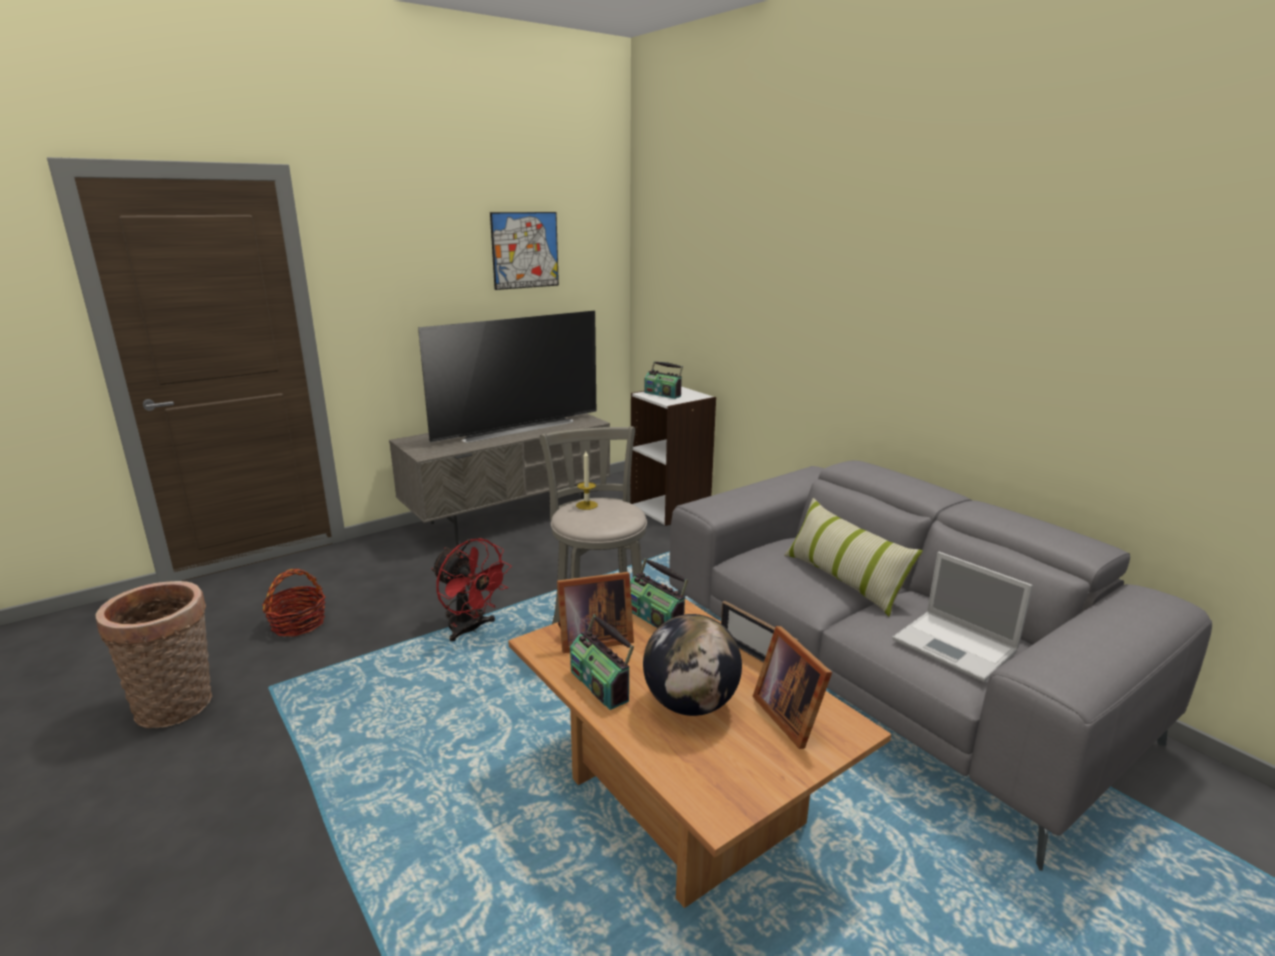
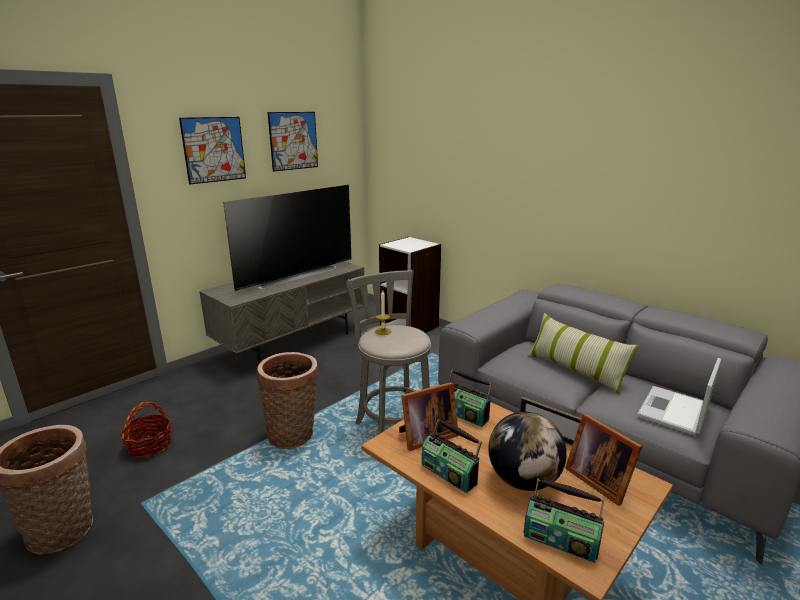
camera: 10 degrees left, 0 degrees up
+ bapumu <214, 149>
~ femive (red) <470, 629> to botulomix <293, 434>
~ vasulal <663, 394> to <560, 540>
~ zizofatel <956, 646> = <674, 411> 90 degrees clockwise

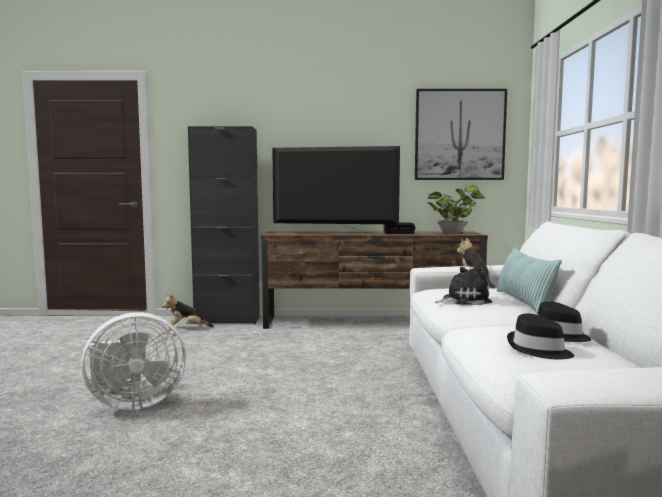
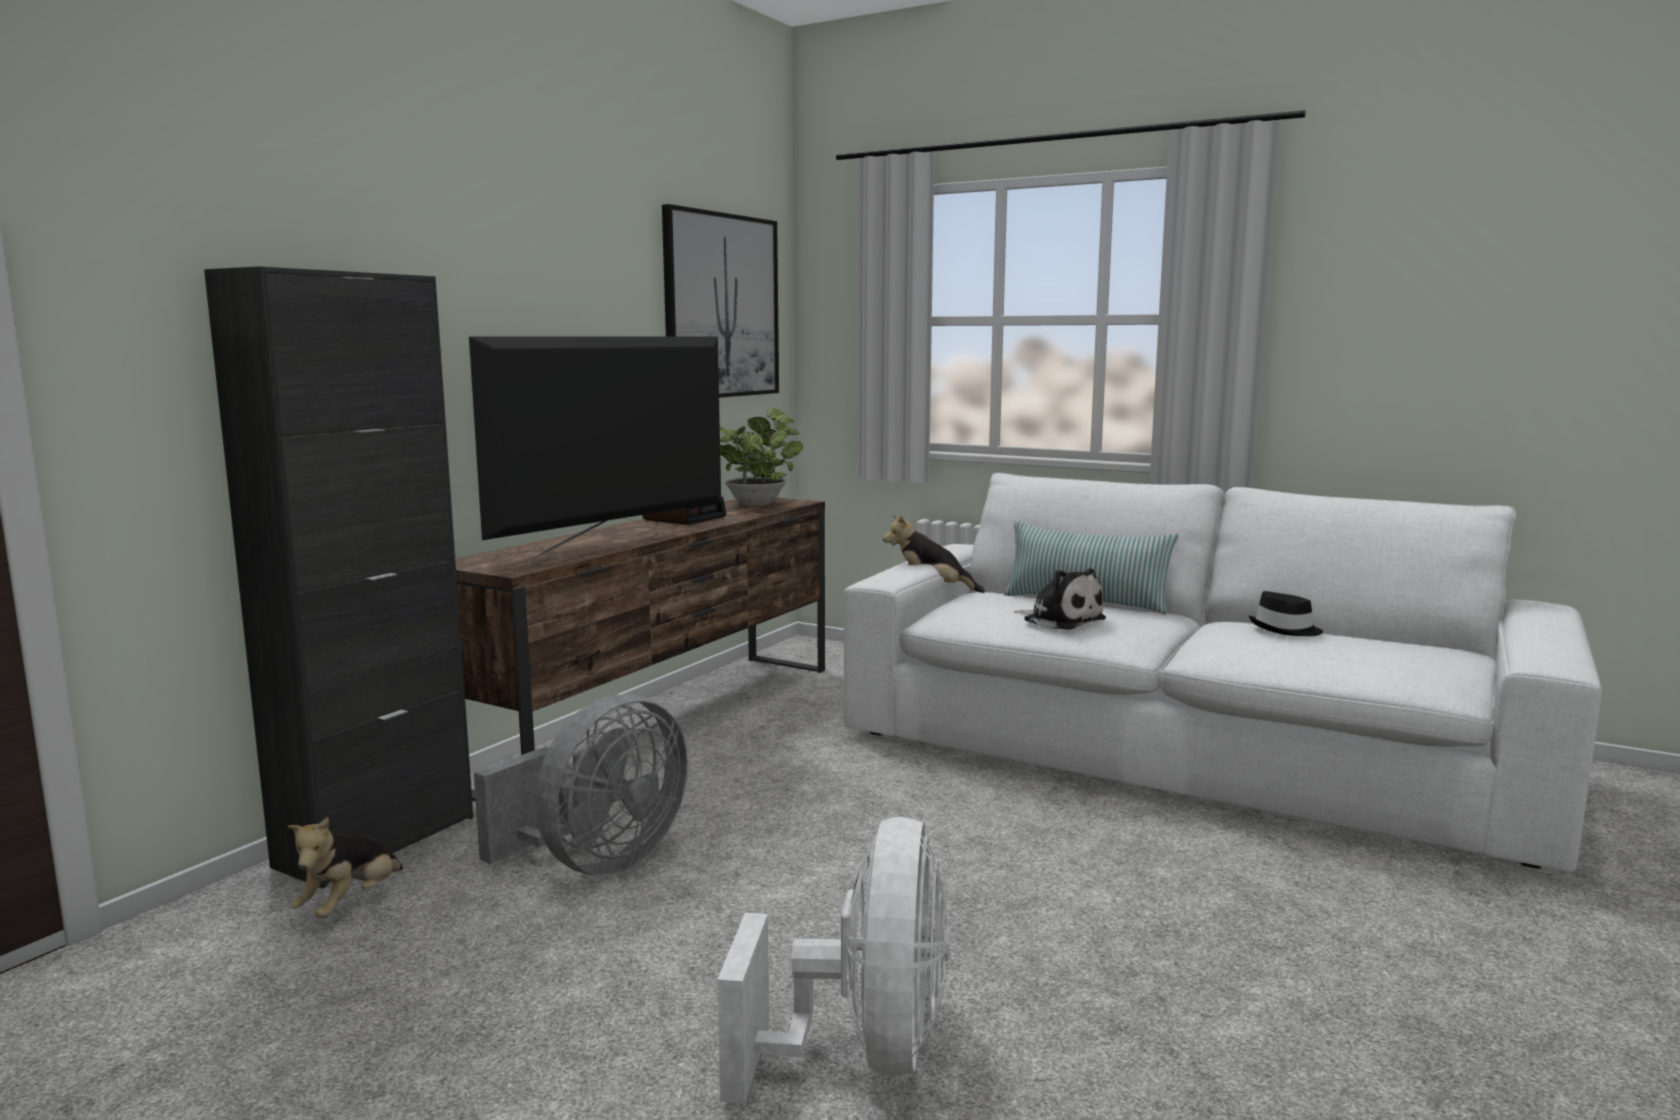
camera: 60 degrees left, 5 degrees up
+ femive (grey) <597, 863>
~ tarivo <463, 300> = <1060, 620> 120 degrees clockwise
- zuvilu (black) <538, 350>

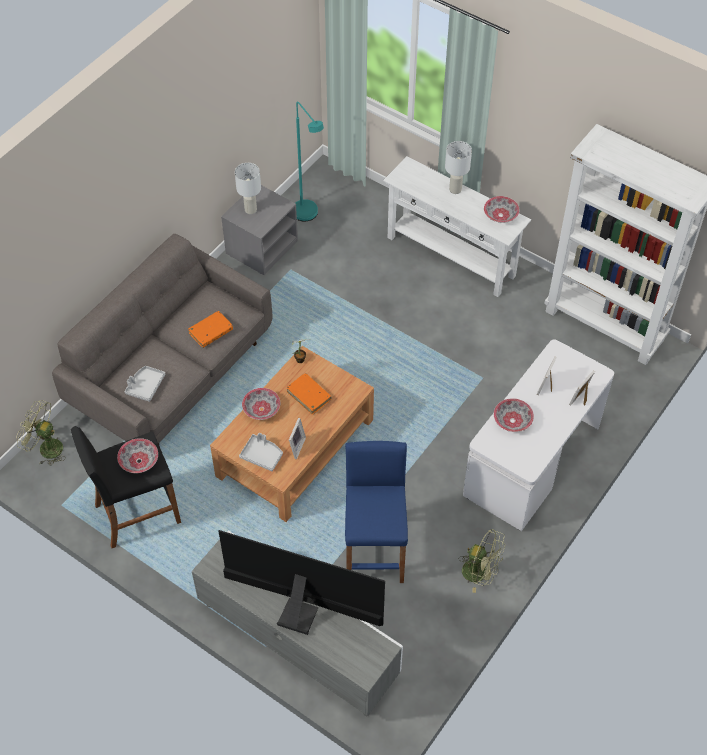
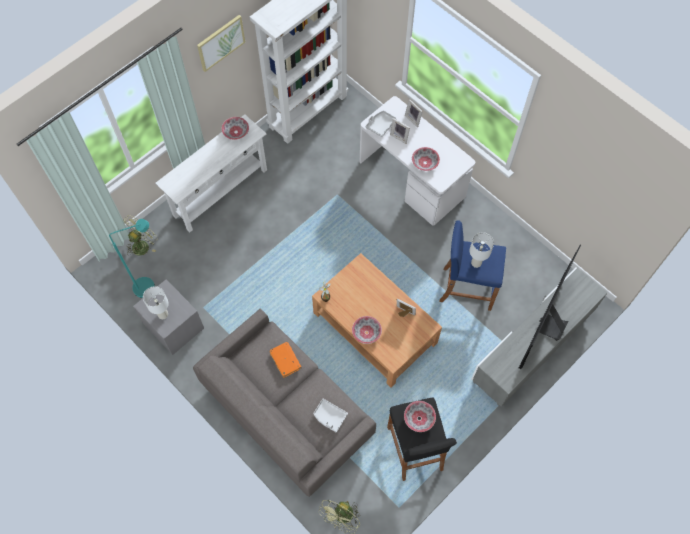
camera: 80 degrees left, 10 degrees up
~ femive (green) <480, 573> to <142, 244>
+ bapumu <220, 42>
~ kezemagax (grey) <262, 455> to <380, 125>
~ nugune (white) <455, 189> to <476, 263>
- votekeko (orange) <309, 396>

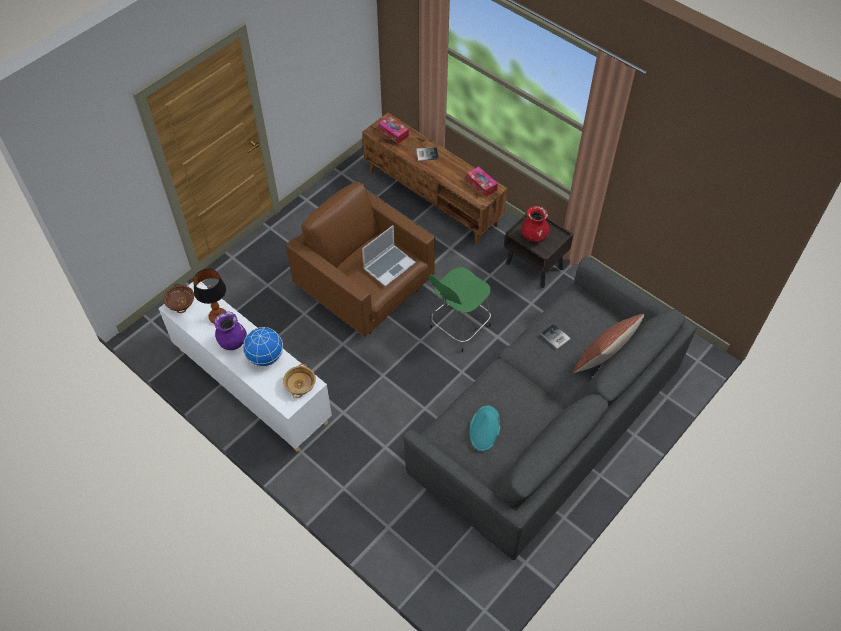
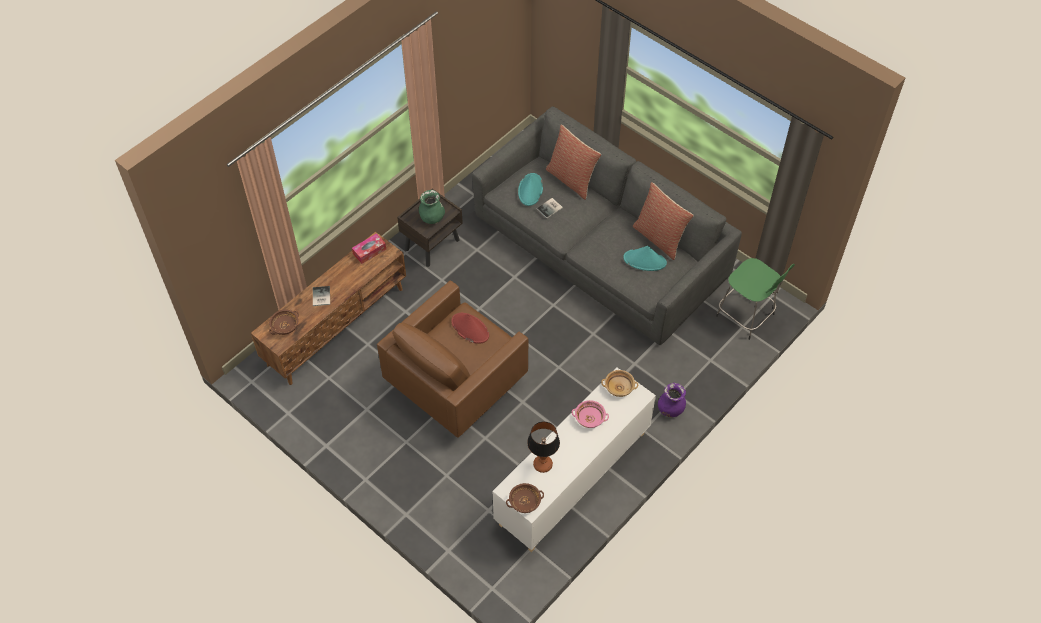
camera: 90 degrees left, 0 degrees up
~ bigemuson <393, 133> to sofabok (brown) <285, 326>
~ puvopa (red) <534, 236> to puvopa (green) <432, 218>
~ zizofatel <389, 265> to zuvilu (red) <470, 328>
+ zuvilu (turquoise) <530, 190>
~ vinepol <265, 357> to sofabok (pink) <590, 418>
+ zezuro <659, 238>
~ puvopa (purple) <232, 342> to <670, 409>
~ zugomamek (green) <458, 328> to <746, 316>

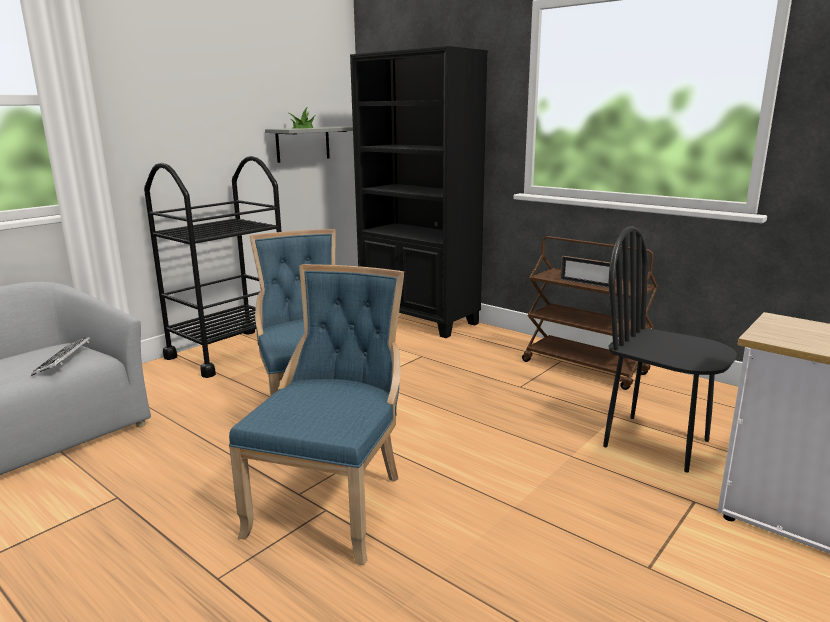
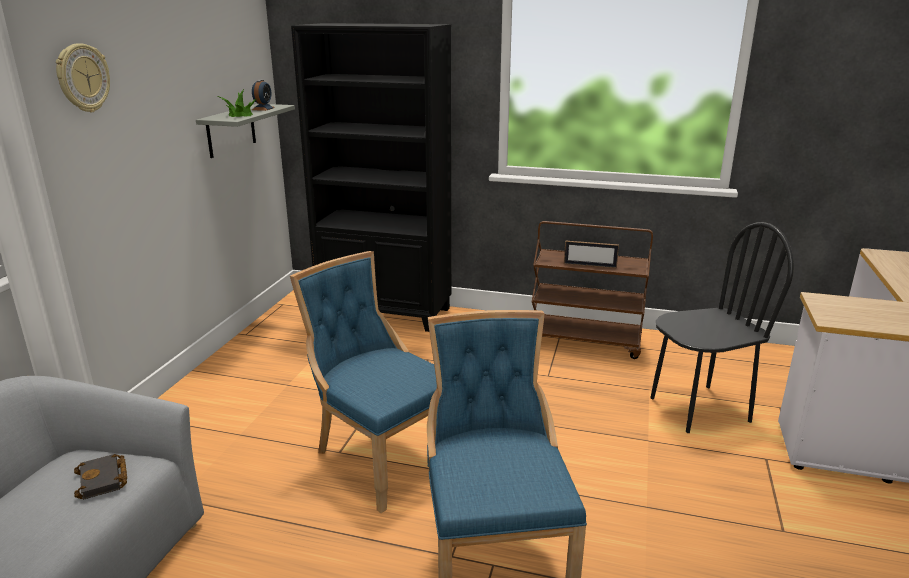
camera: 25 degrees left, 5 degrees up
+ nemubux <82, 78>
~ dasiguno <63, 360> to votekeko (black) <104, 480>
+ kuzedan <263, 108>
~ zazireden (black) <656, 443> = <699, 409> 150 degrees clockwise
- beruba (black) <230, 352>

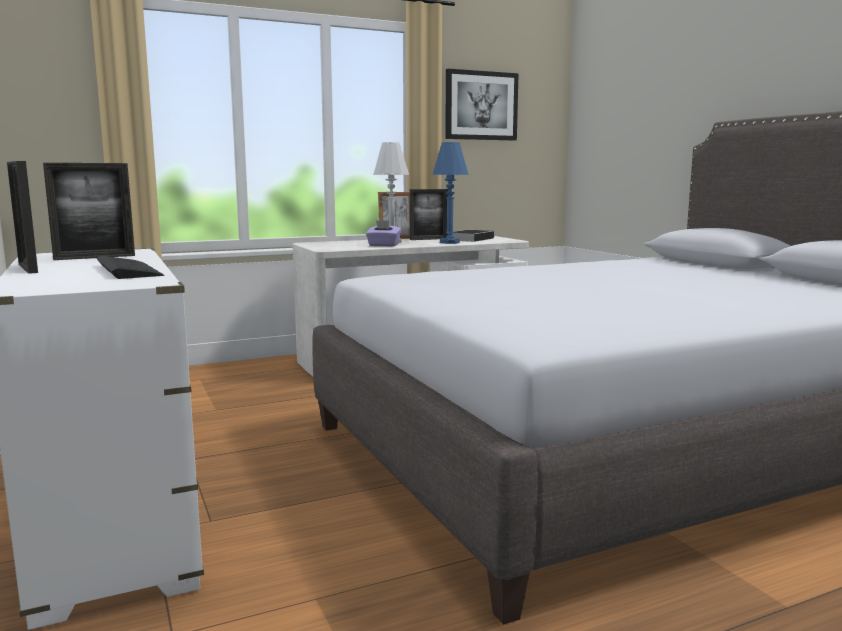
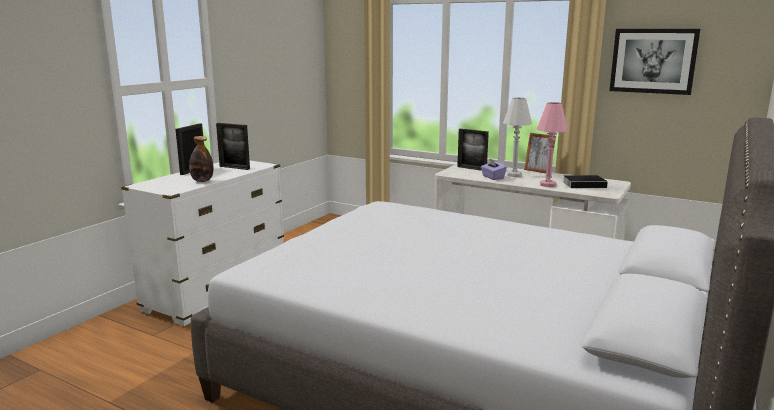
camera: 55 degrees right, 5 degrees up
~ dasiguno <129, 270> to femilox <202, 181>
~ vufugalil <429, 239> to <471, 168>
~ nugune (blue) <449, 242> to nugune (pink) <547, 185>

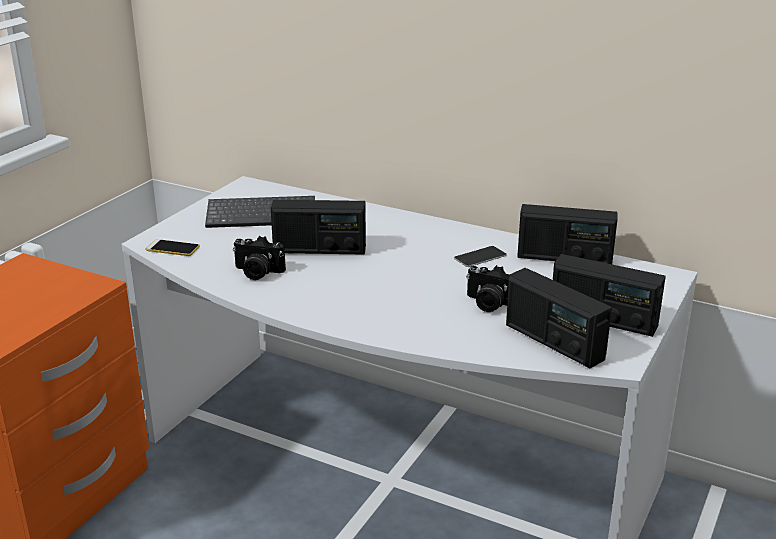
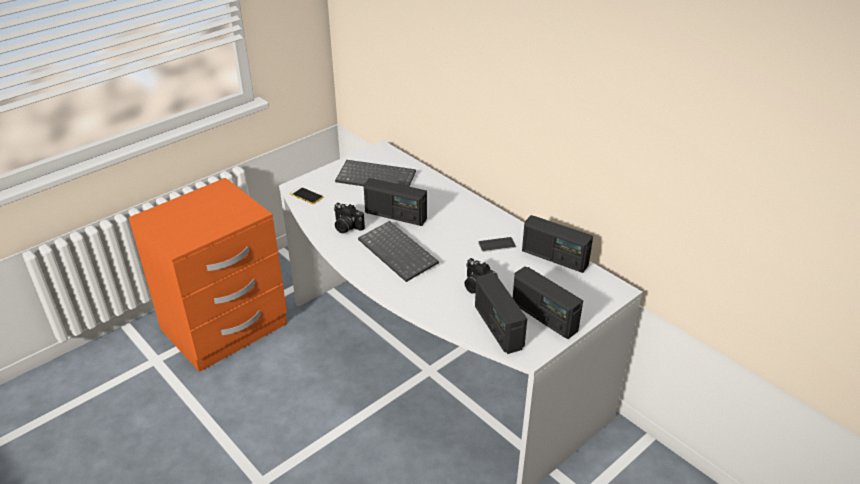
camera: 20 degrees right, 10 degrees up
+ dasiguno <399, 252>

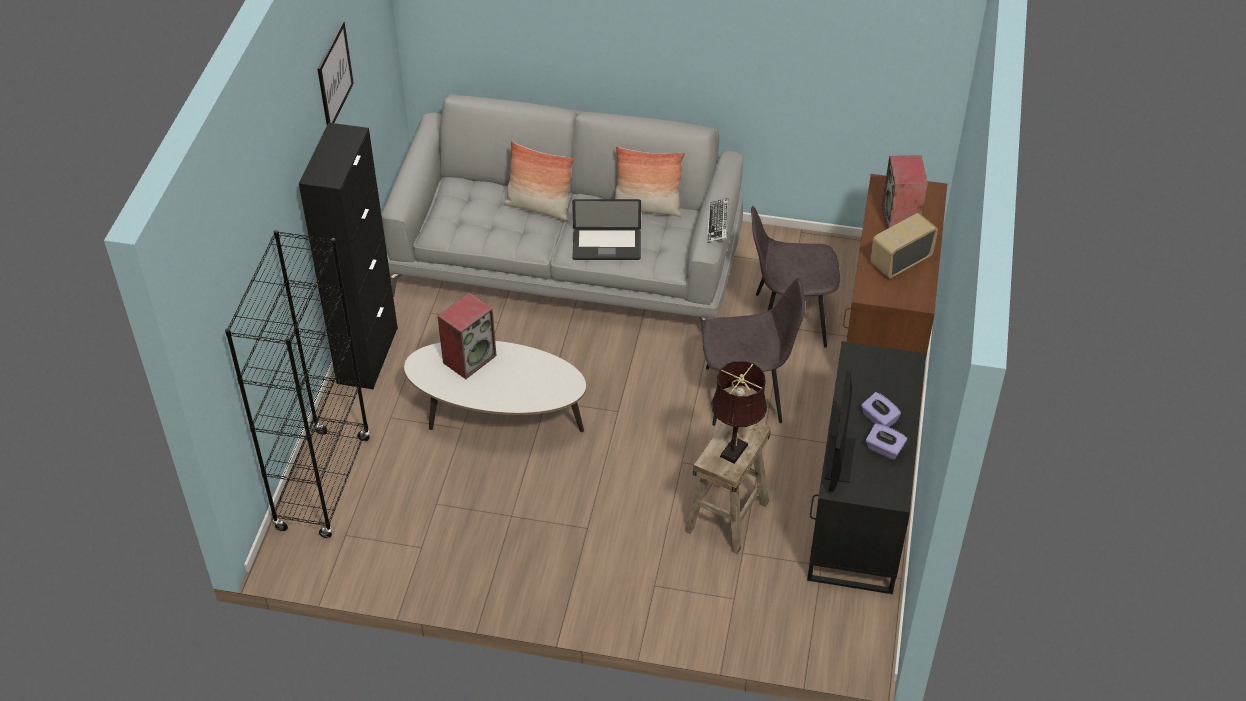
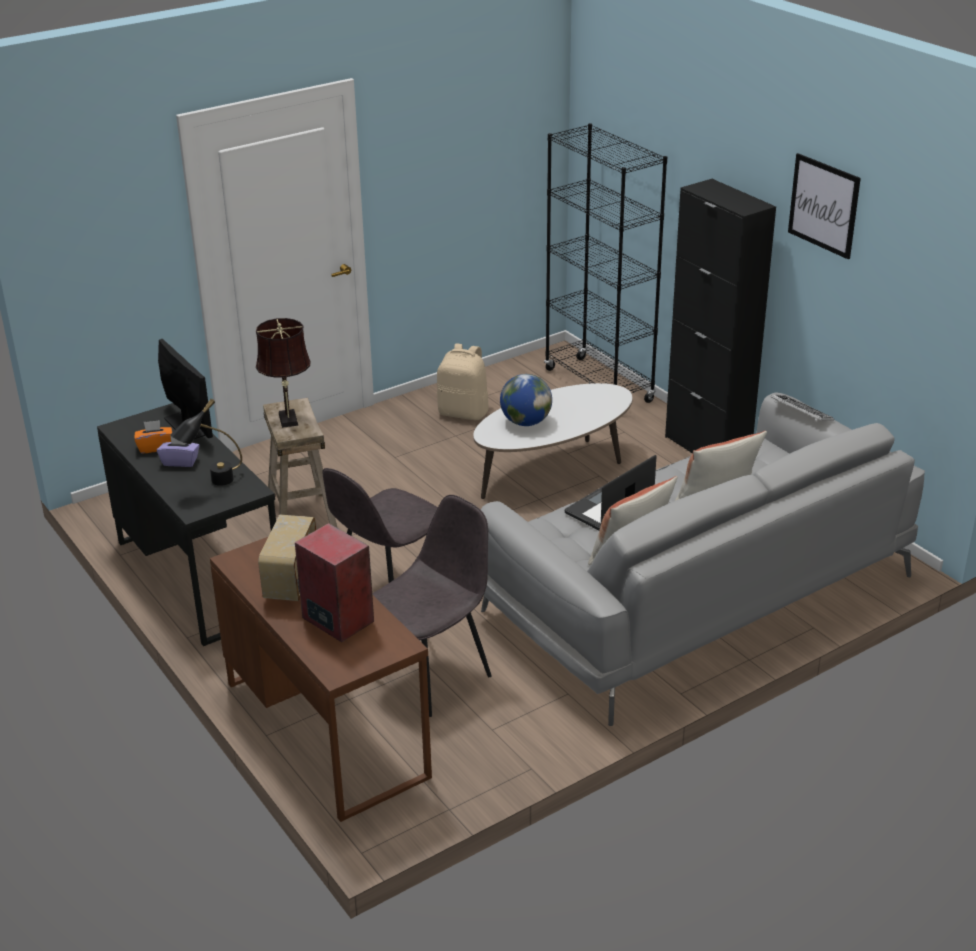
camera: 135 degrees right, 15 degrees down
~ bigemuson (purple) <884, 449> to bigemuson (orange) <155, 447>
+ nugune (black) <212, 483>
+ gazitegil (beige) <464, 413>
+ vinepol <526, 422>
~ dasiguno <718, 223> to <800, 412>
- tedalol <469, 358>

